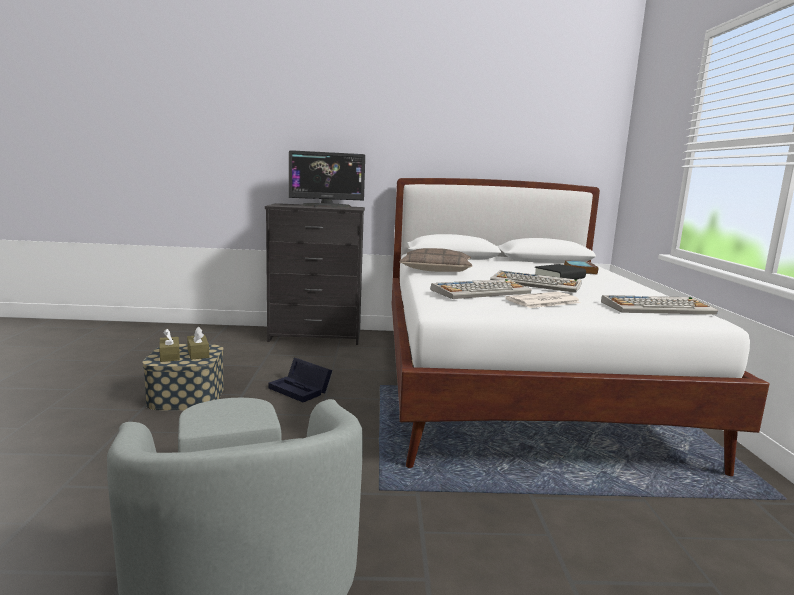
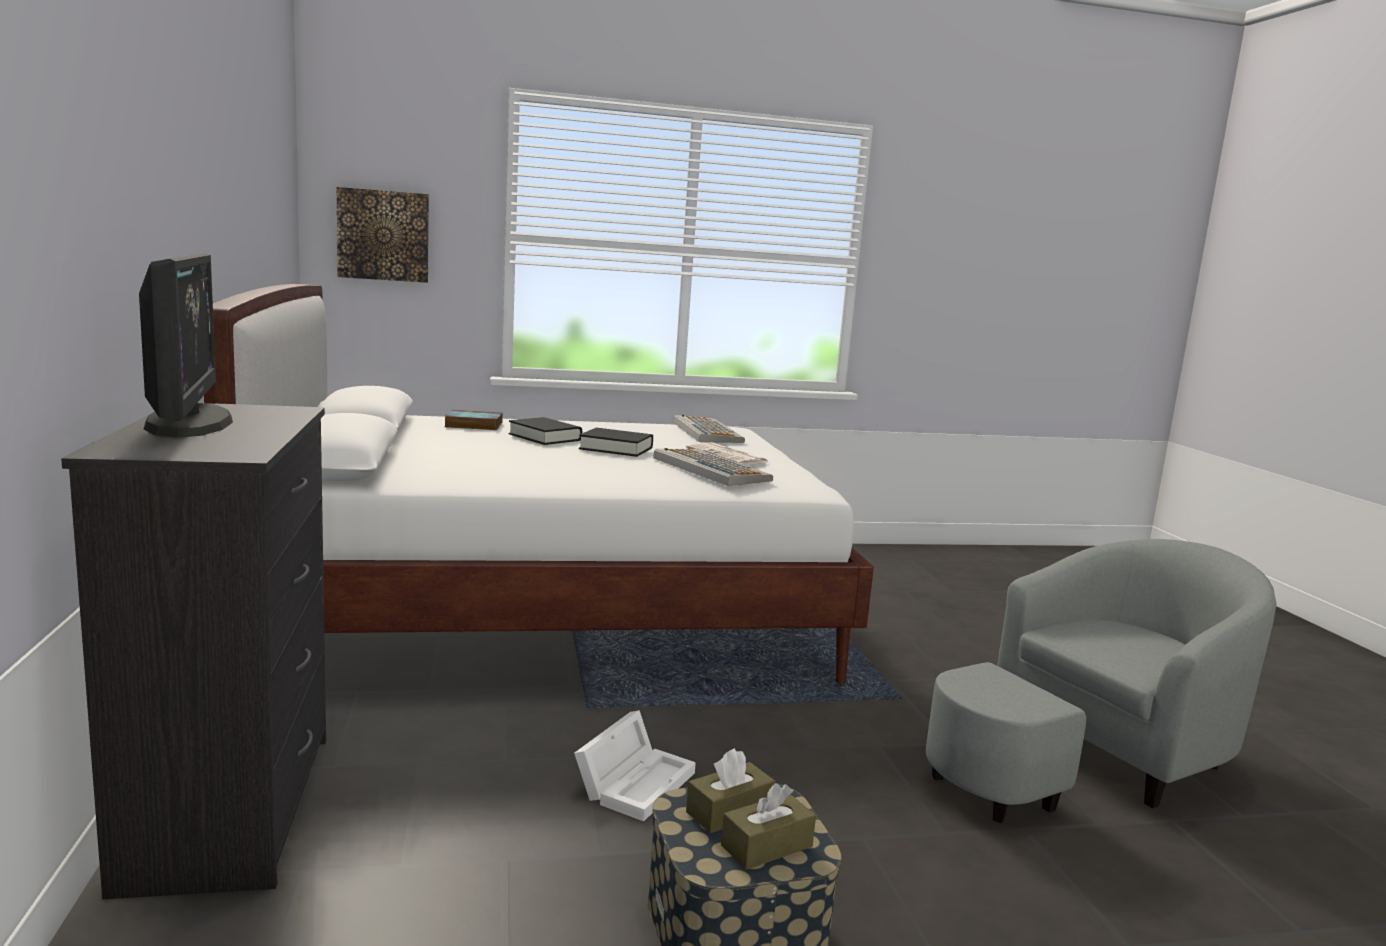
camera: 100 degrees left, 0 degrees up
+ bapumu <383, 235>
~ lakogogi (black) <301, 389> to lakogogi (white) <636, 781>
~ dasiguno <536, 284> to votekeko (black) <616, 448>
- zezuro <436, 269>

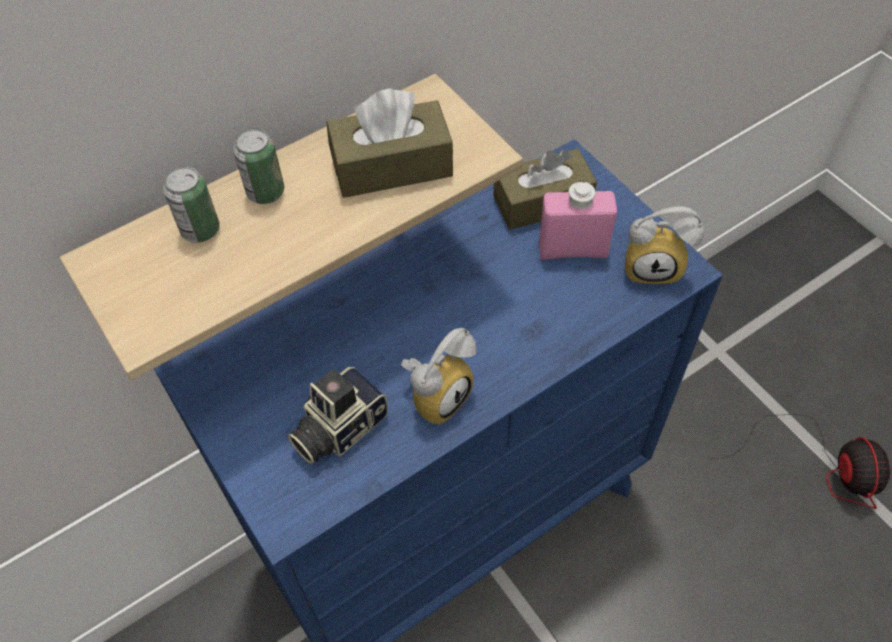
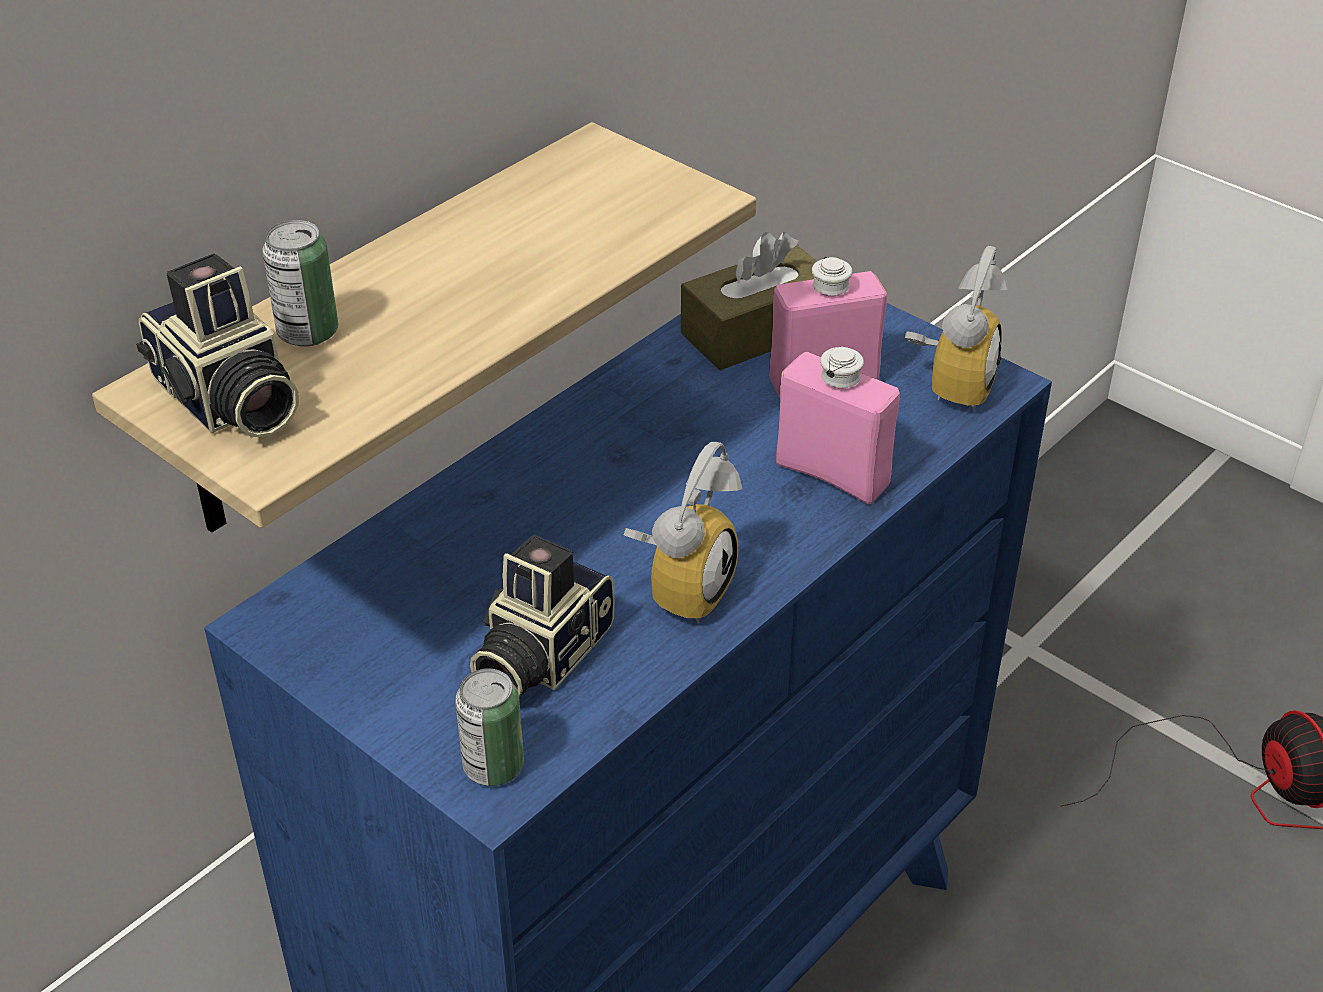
camera: 15 degrees left, 15 degrees down
+ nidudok <226, 402>
~ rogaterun <265, 192> to <493, 766>
+ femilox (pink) <832, 474>
~ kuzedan <654, 266> = <949, 384> 60 degrees counterclockwise
- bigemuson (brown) <392, 166>

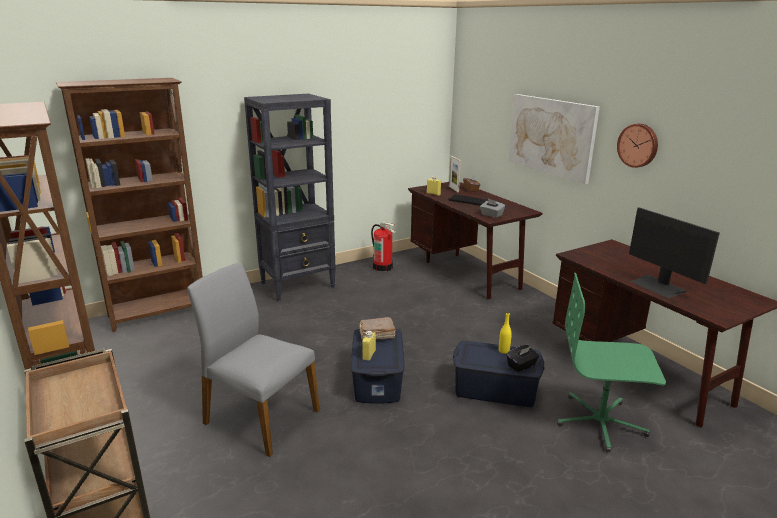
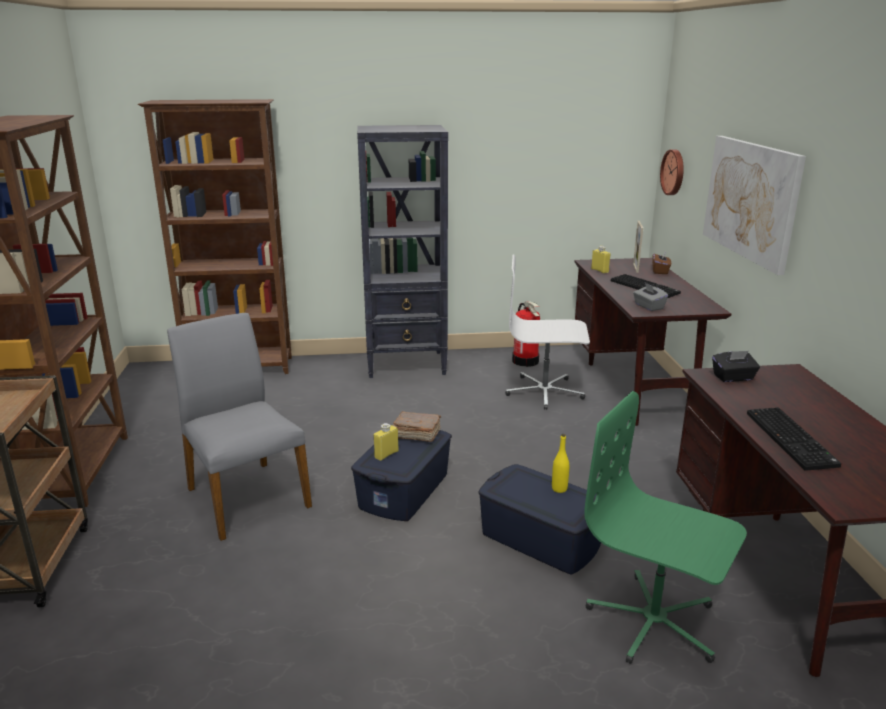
camera: 25 degrees right, 0 degrees up
+ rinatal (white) <545, 392>
~ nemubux <638, 145> to <674, 172>
~ bigemuson (black) <521, 366> to <733, 378>
~ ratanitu <658, 286> to dasiguno <792, 439>

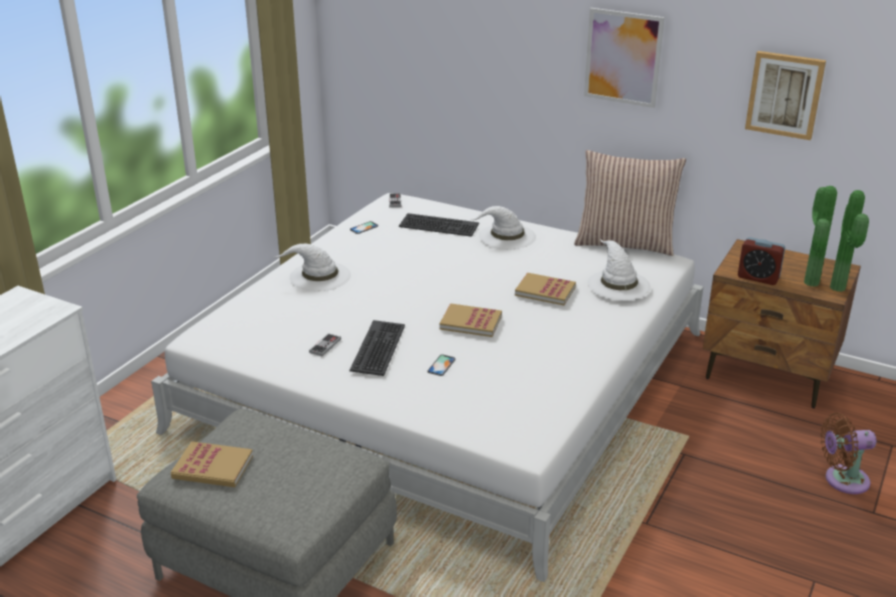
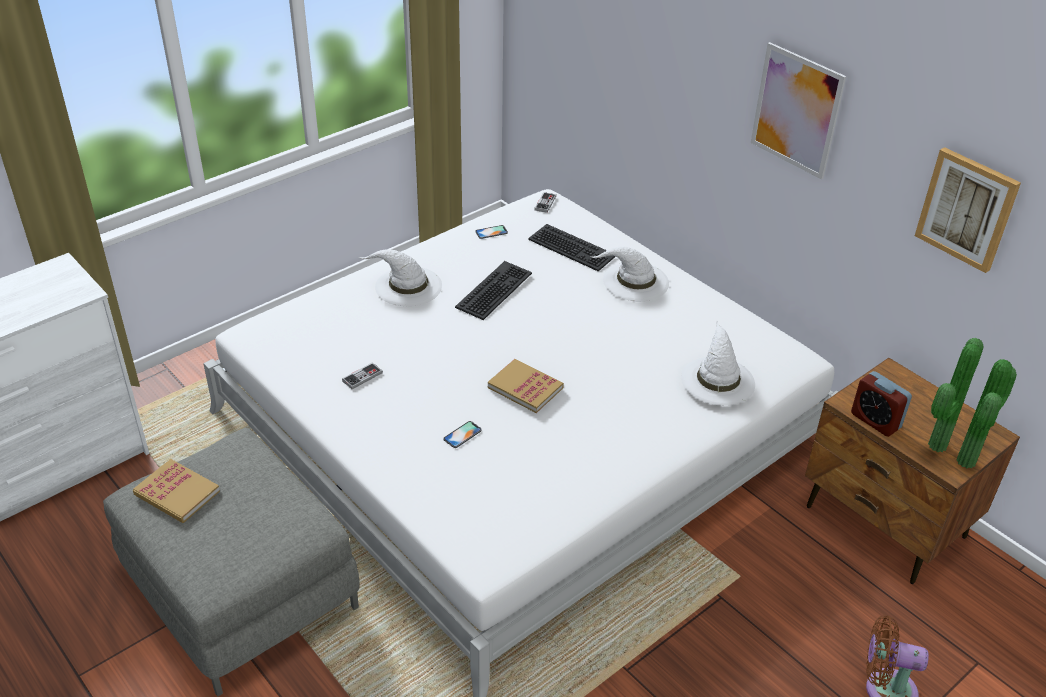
camera: 20 degrees right, 10 degrees up
~ dasiguno <379, 348> to <495, 291>
- votekeko <545, 291>
- zezuro <625, 243>

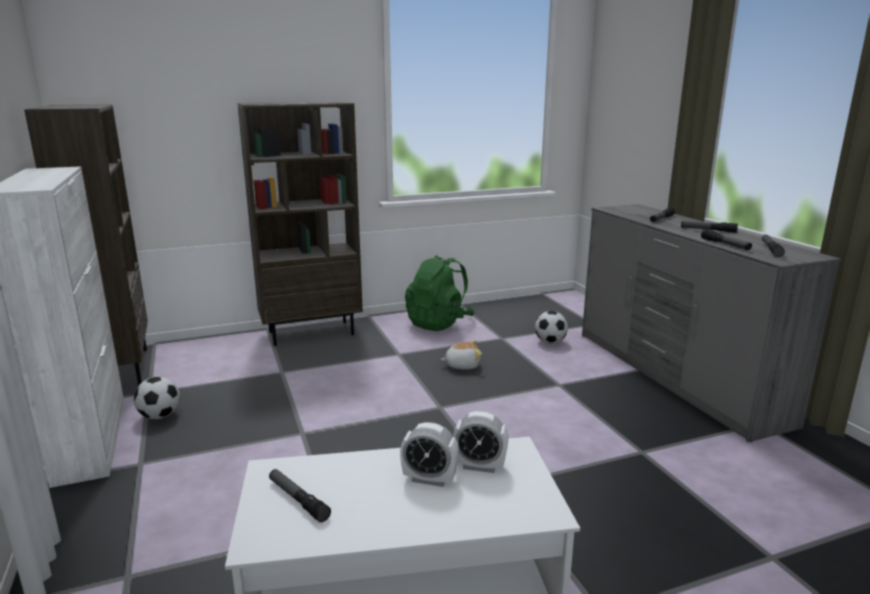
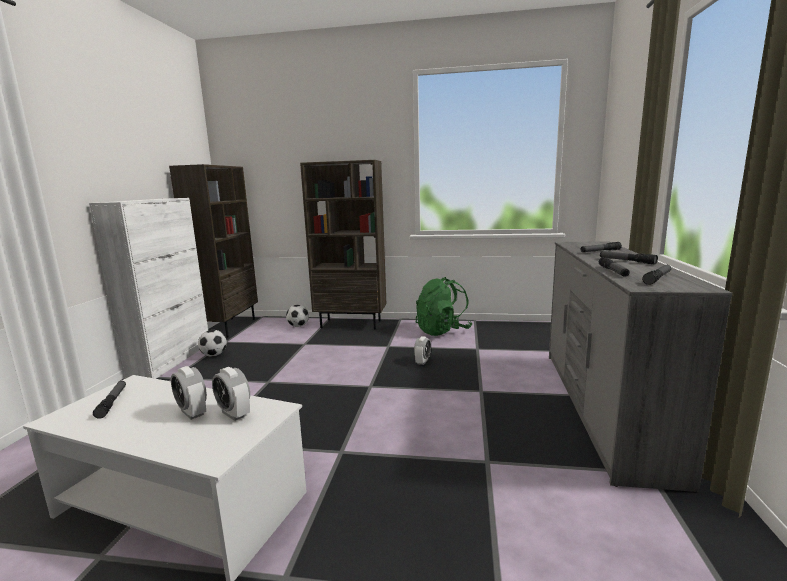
camera: 30 degrees right, 5 degrees down
~ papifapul <550, 342> to <298, 326>
~ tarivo <462, 365> to kuzedan <422, 361>

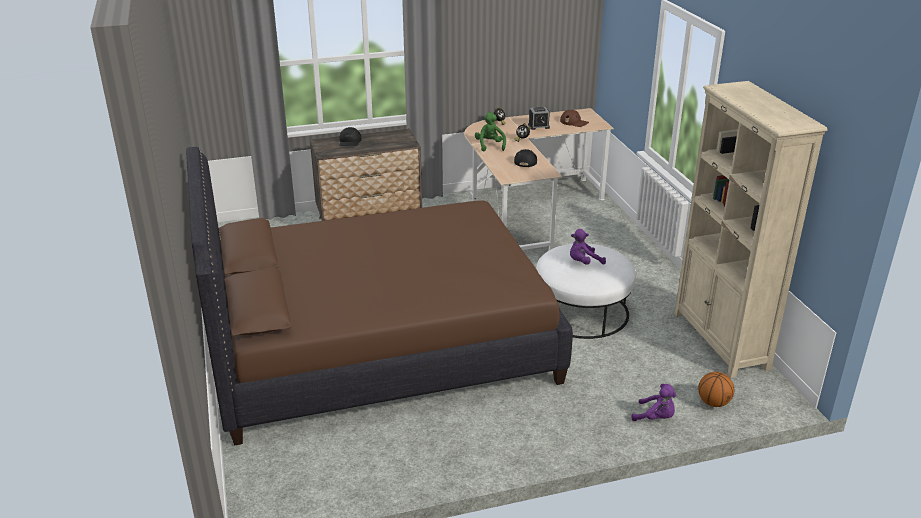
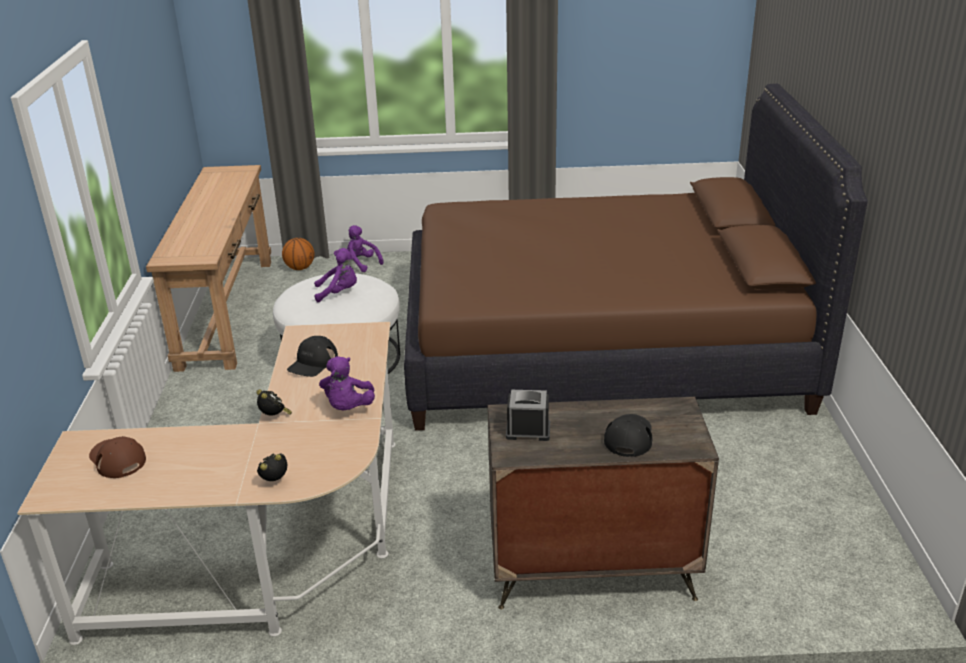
camera: 165 degrees left, 0 degrees up
~ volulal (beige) <720, 341> to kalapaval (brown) <227, 312>
~ tarivo (green) <490, 145> to tarivo (purple) <348, 408>
~ kuzedan <538, 126> to <528, 430>

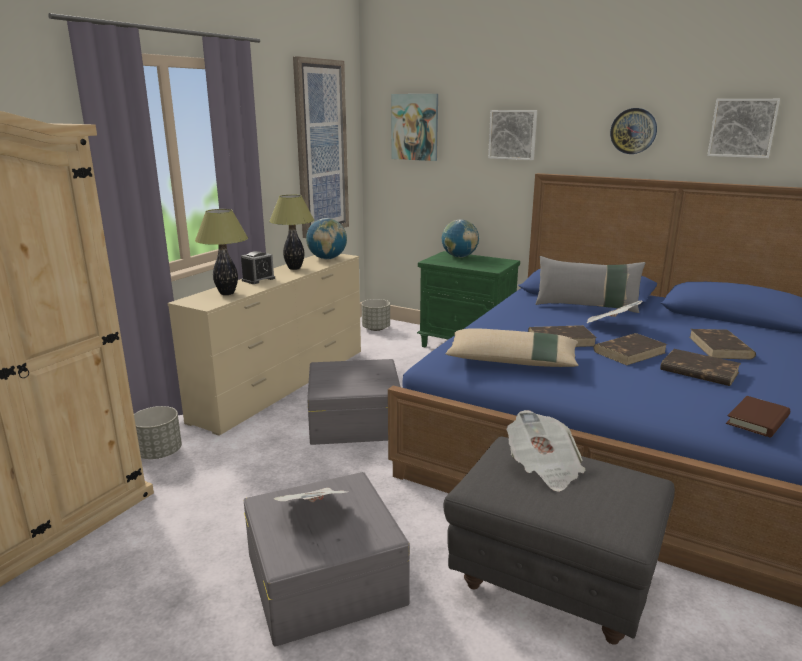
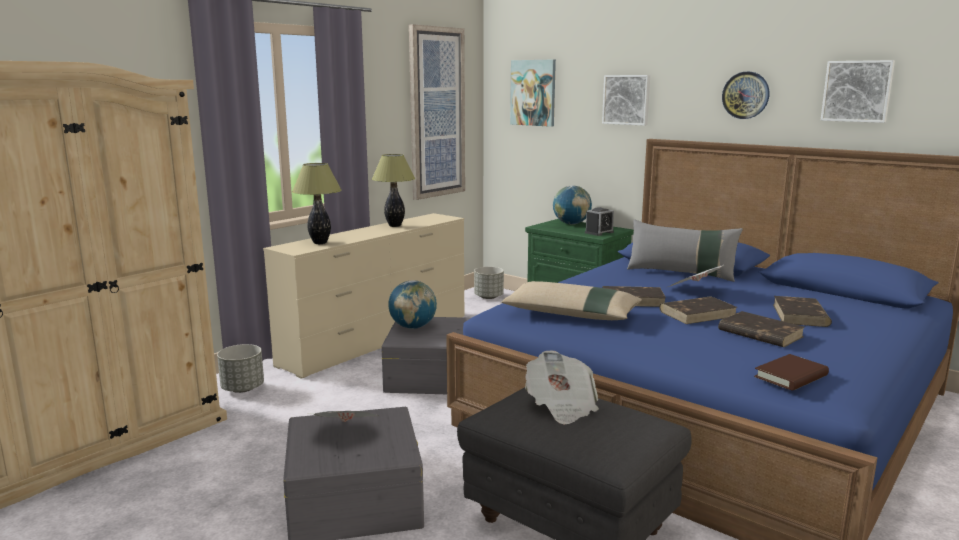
camera: 10 degrees right, 5 degrees down
~ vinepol <327, 258> to <413, 327>
~ kuzedan <258, 279> to <599, 232>

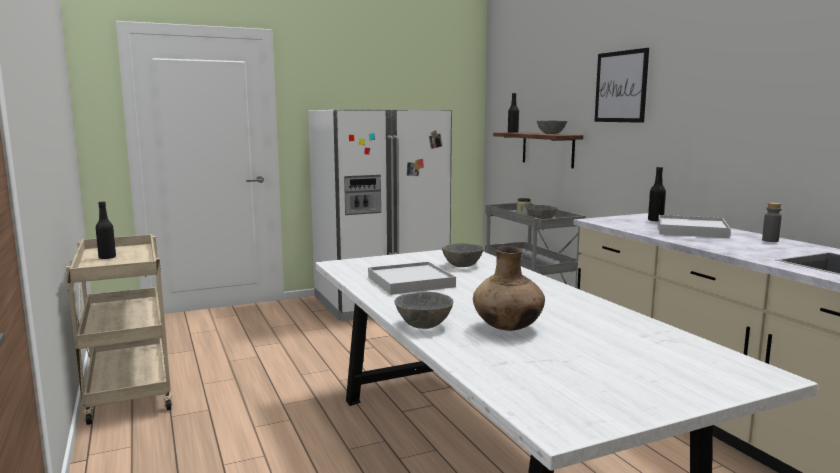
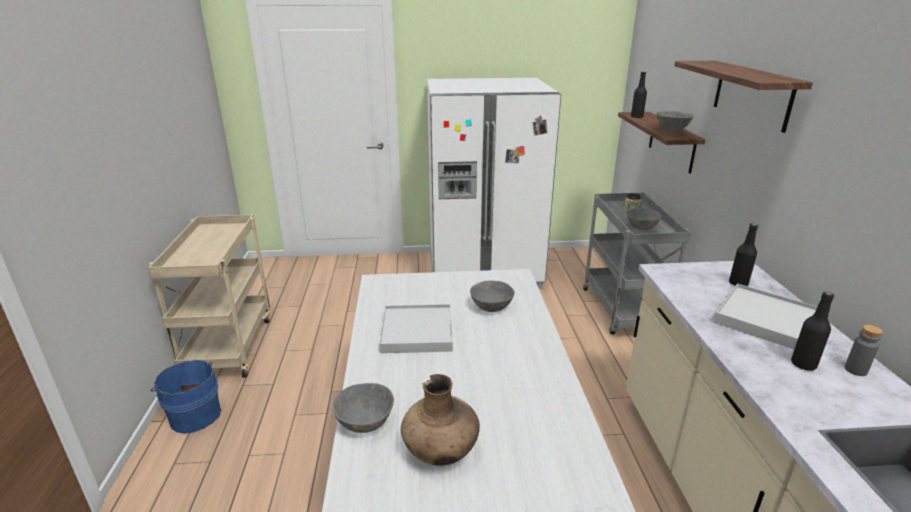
camera: 20 degrees right, 15 degrees up
+ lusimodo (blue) <194, 414>
~ bapumu <621, 86> to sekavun <752, 94>
~ femilox (black) <107, 257> to <803, 364>

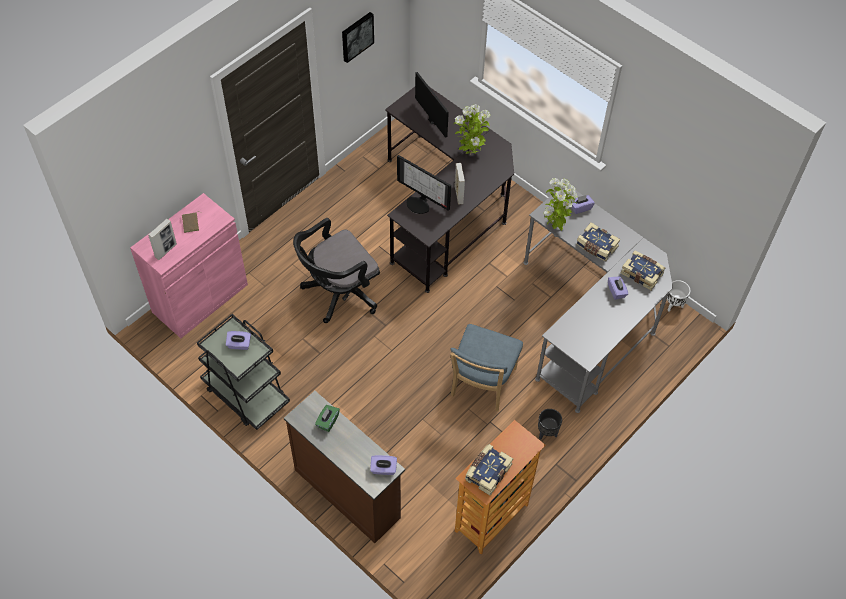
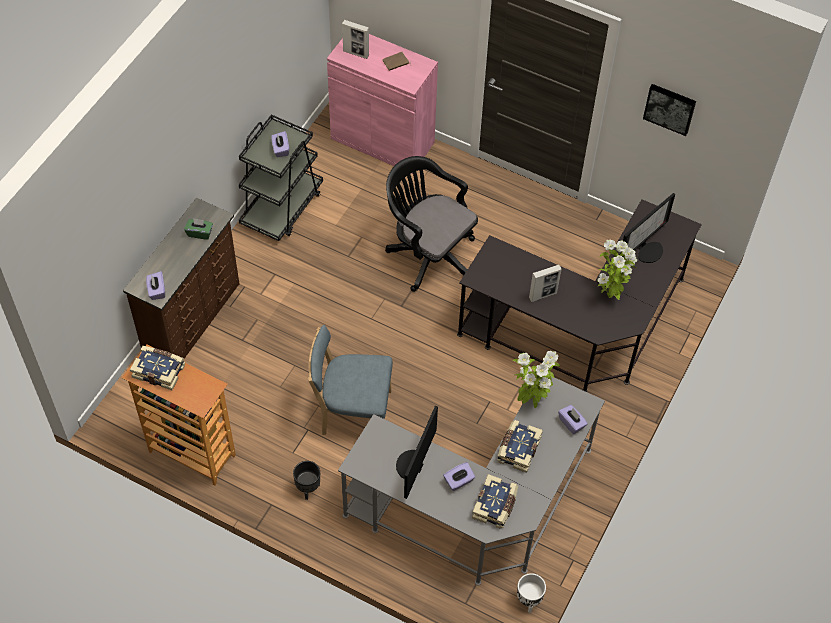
camera: 75 degrees right, 0 degrees up
~ ratanitu <419, 203> to <412, 465>

